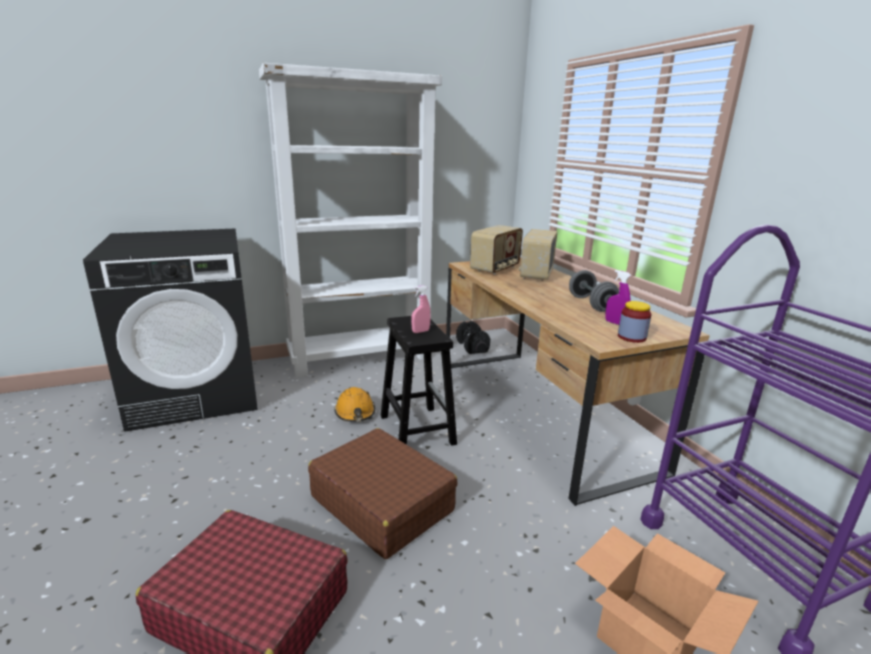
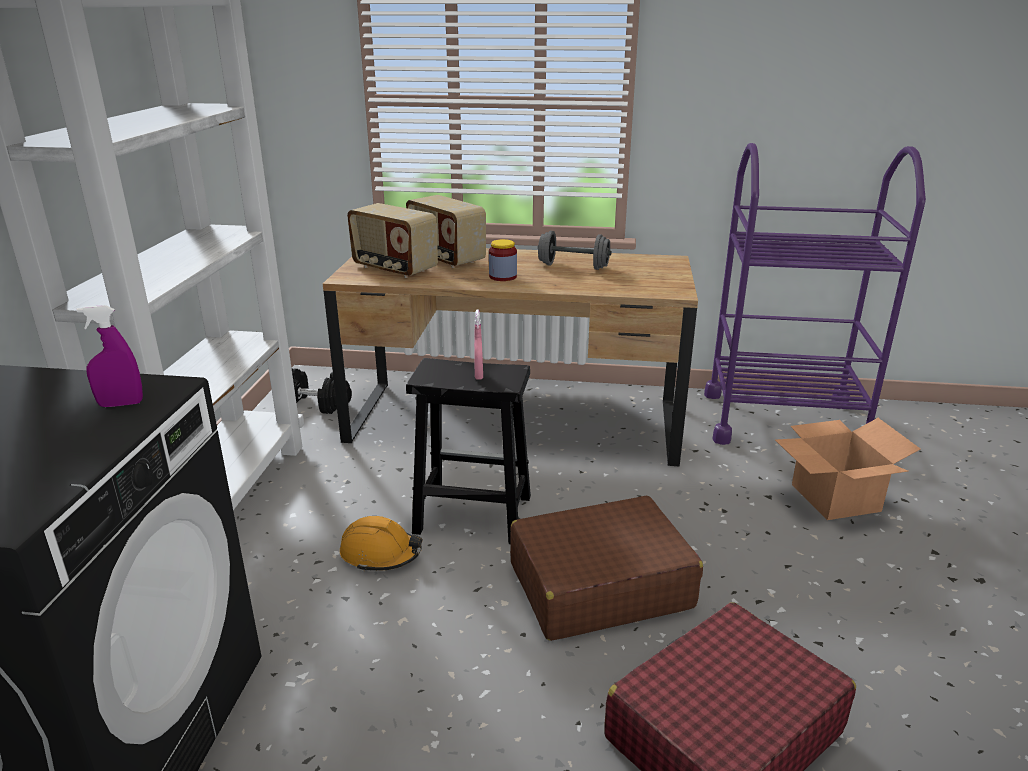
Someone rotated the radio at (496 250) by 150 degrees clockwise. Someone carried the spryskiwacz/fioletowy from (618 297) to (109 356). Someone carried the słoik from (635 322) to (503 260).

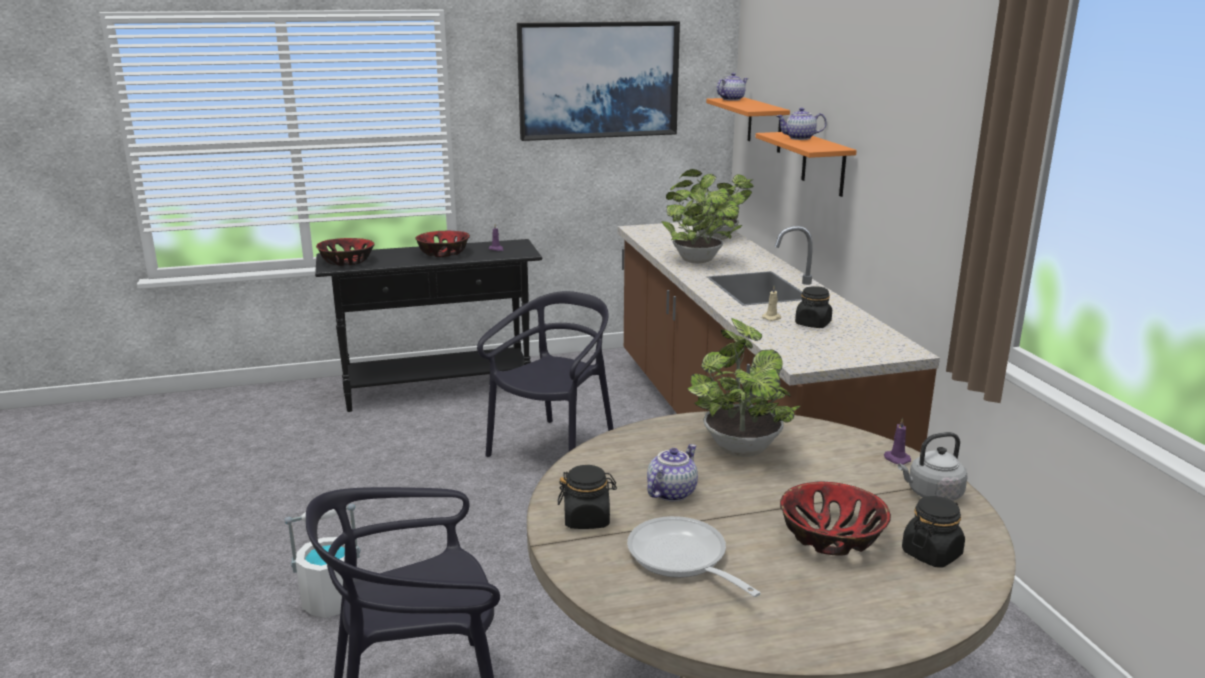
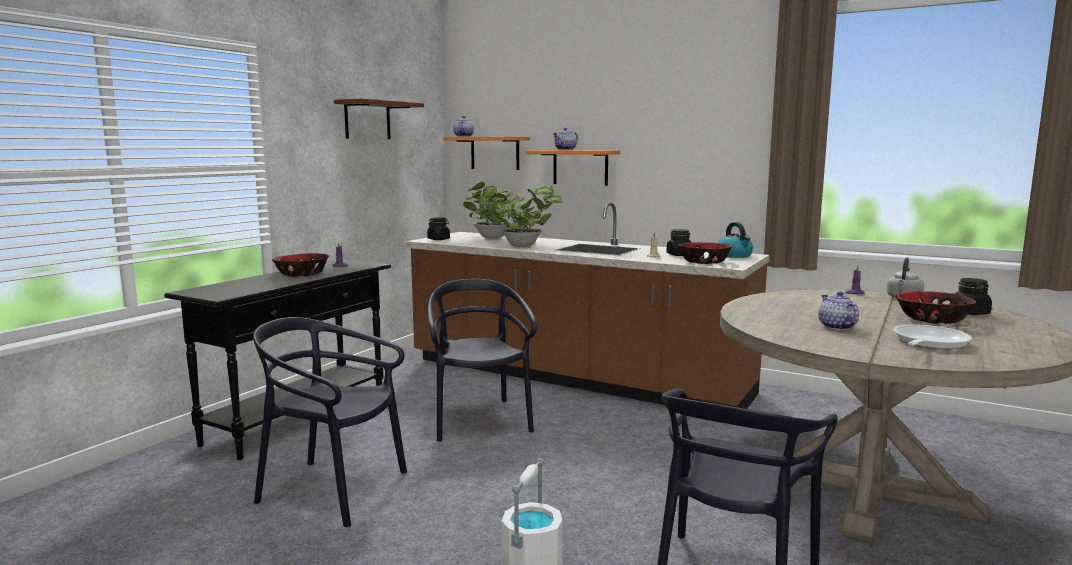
Someone carried the miska from (345 252) to (705 253). Someone swapped the obraz at (598 81) for the półka/brązowy at (379 118). Someone carried the słoik/czarny from (587 497) to (438 228). Someone rotated the patelnia at (694 556) by 120 degrees clockwise. Someone took away the roślina doniczkowa at (744 387). Someone put down the krzesło/czarny at (330 422). Someone put down the czajnik at (735 240).

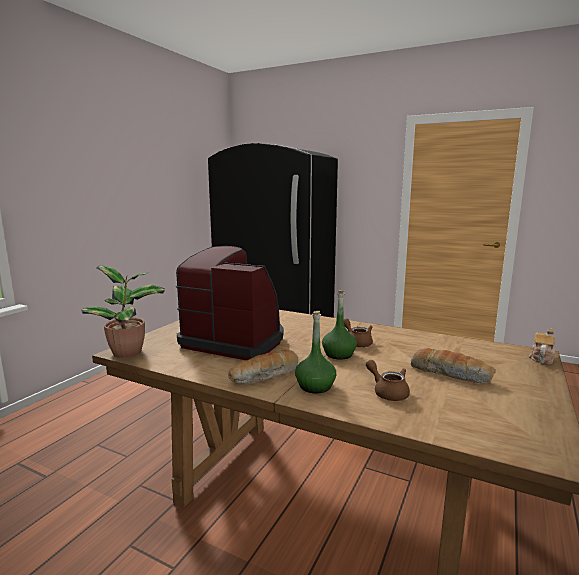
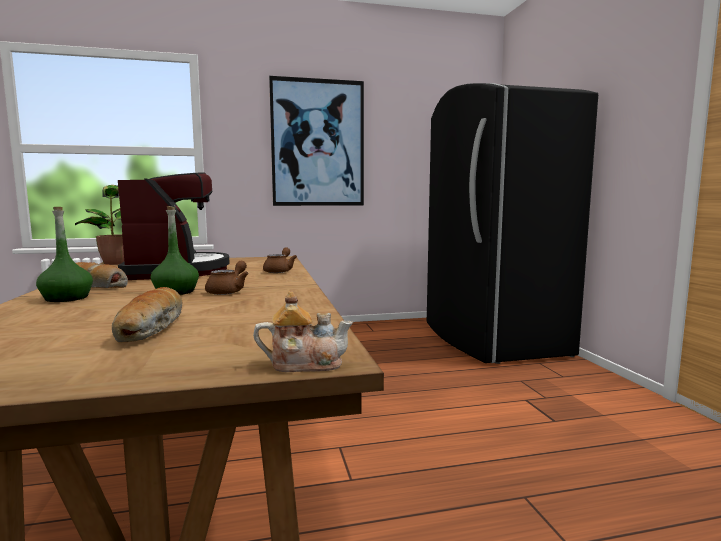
Someone carried the imbryk/brązowy from (388 380) to (280 260). Someone put up the obraz at (316 141).

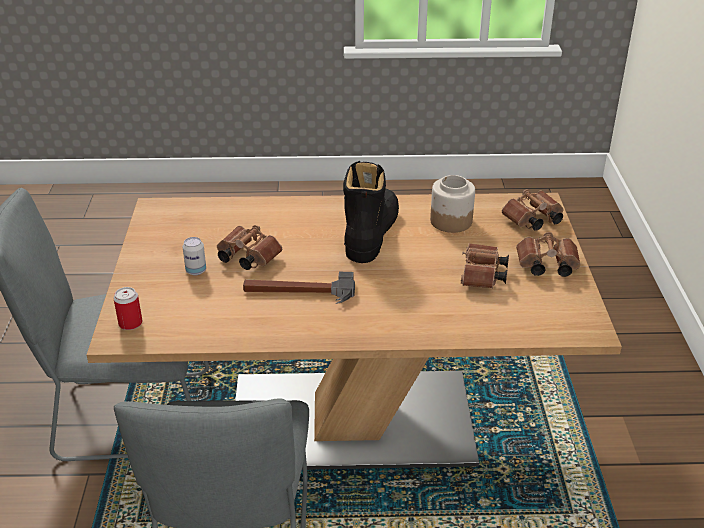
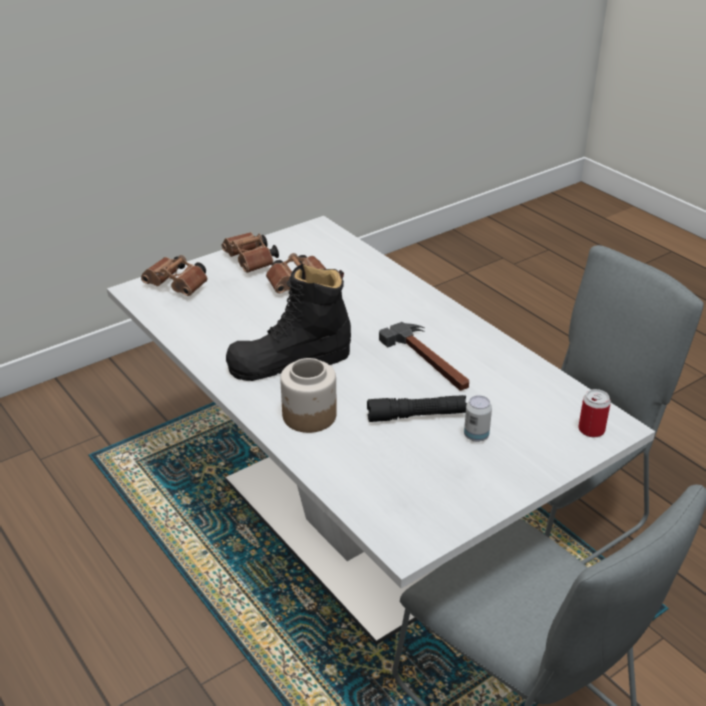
Someone repainted the stół jadalny/brązowy at (354 331), which became the stół jadalny/biały at (381 430). Someone swapped the lornetka/brązowy at (249 247) for the latarka/czarny at (417 408). Someone carried the słoik from (452 204) to (308 395).

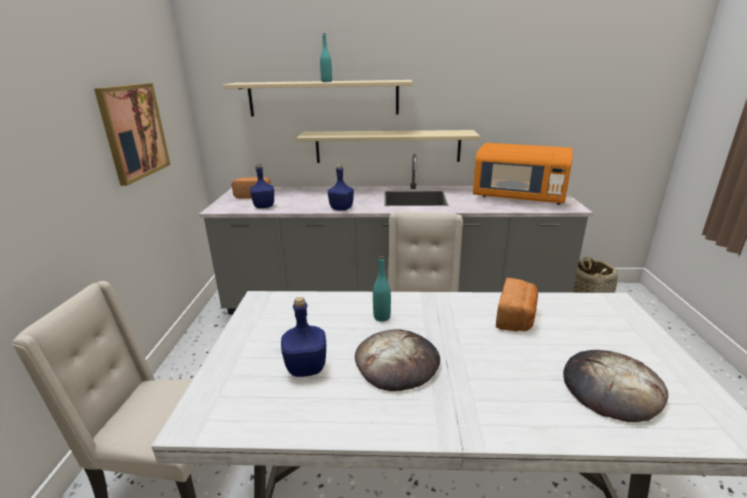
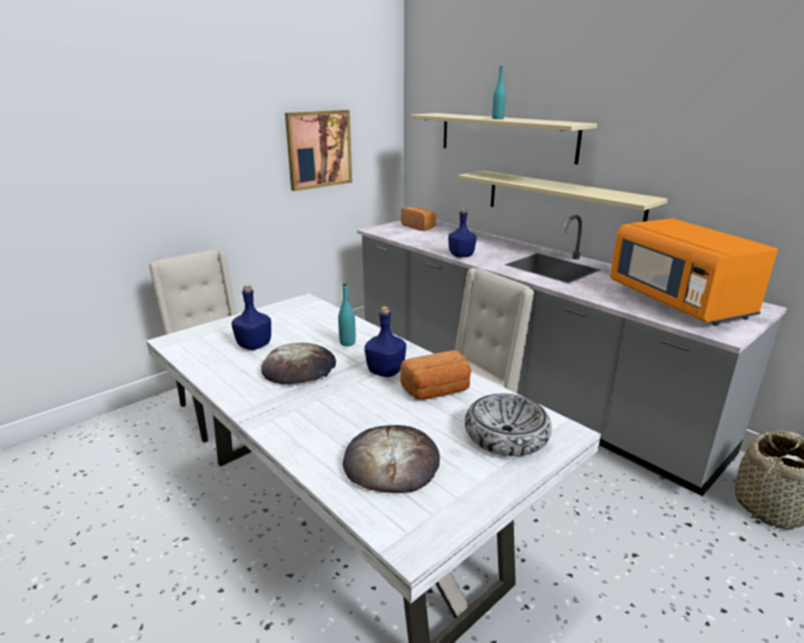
Someone carried the butelka/niebieski from (262 186) to (385 341). Someone put down the miska at (508 425).

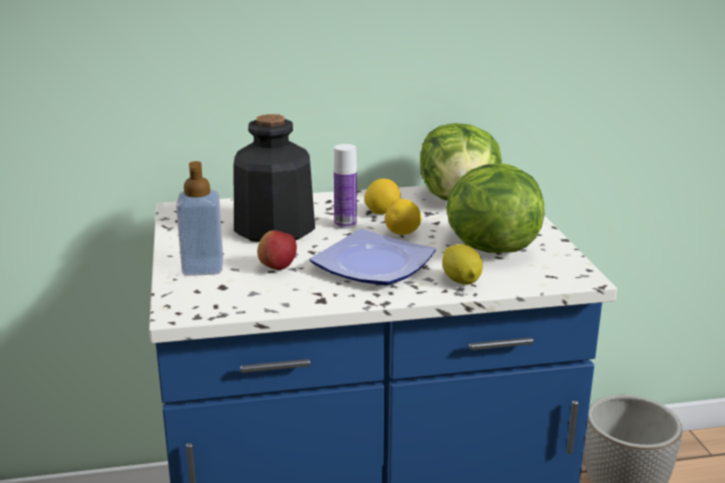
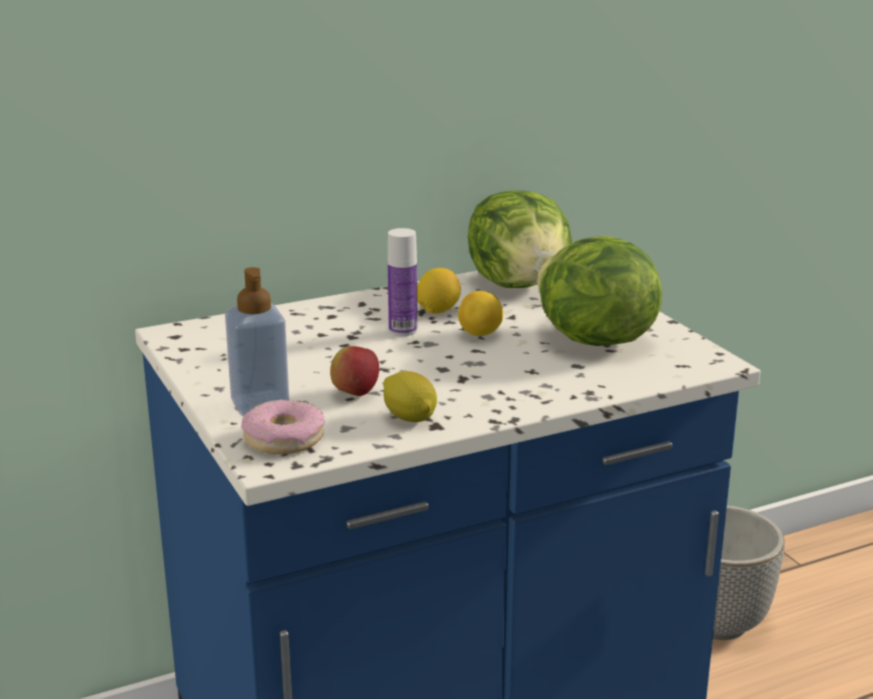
Someone took away the butelka at (274 178). Someone took away the talerz at (373 257). Someone carried the cytryna from (462 264) to (410 396). Someone put down the donut at (283 427).

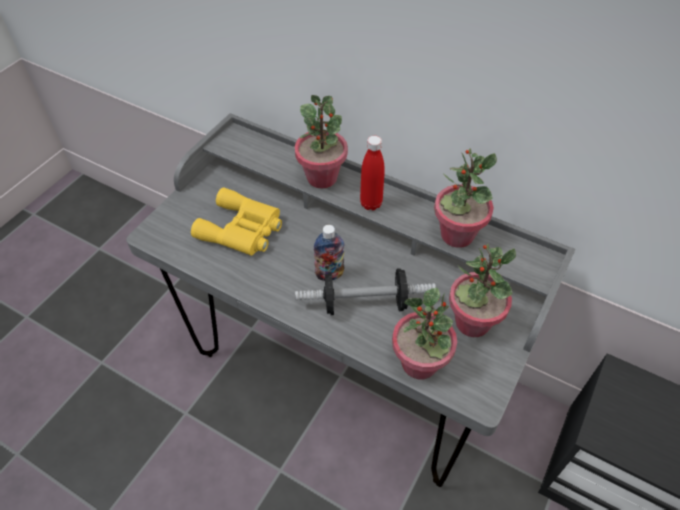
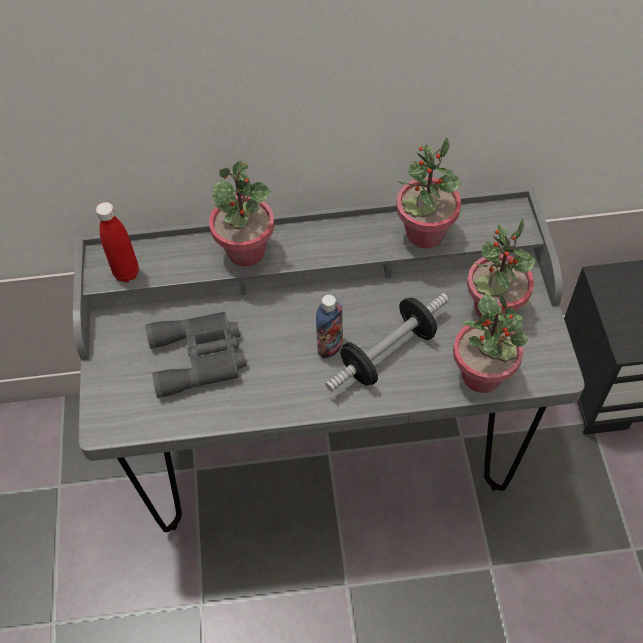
Someone repainted the lornetka/żółty at (236 221), which became the lornetka/szary at (195 355). Someone carried the butelka/czerwony from (372 173) to (117 242).

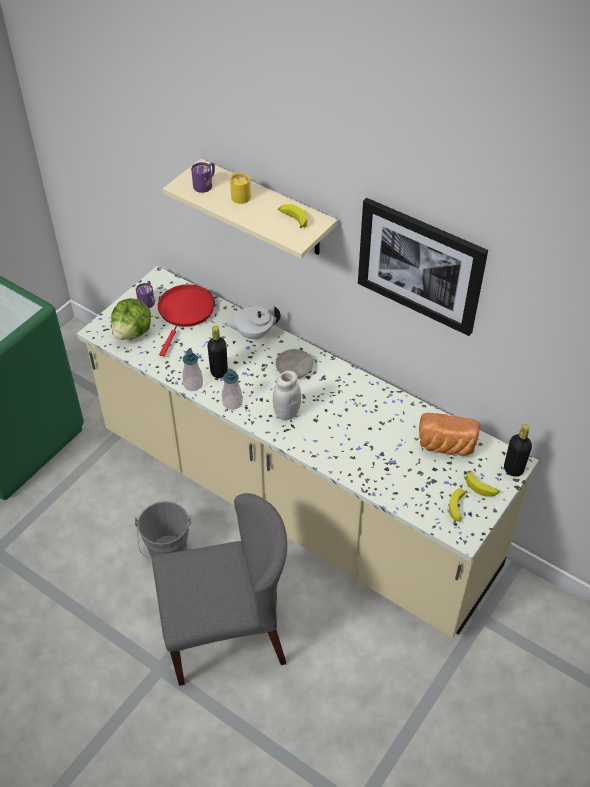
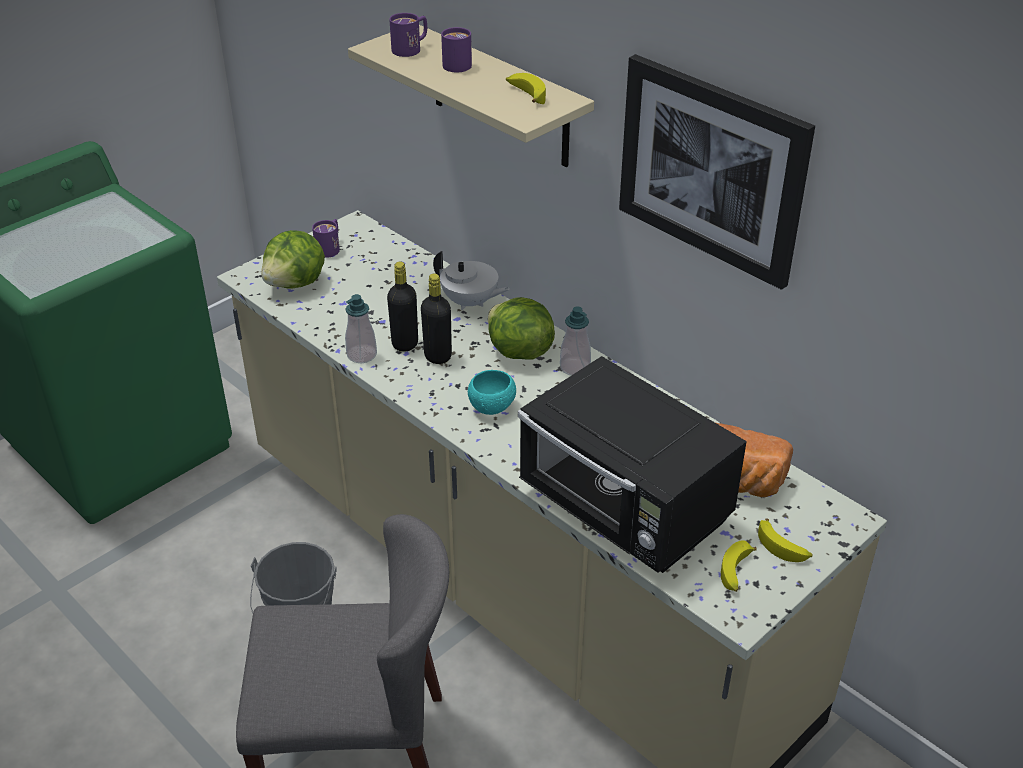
Someone took away the patelnia/czerwony at (186 320). Someone carried the dozownik mydła from (232 389) to (575 340). Someone rotated the imbryk/biały at (252 323) by 150 degrees counterclockwise. Someone repainted the kubek/żółty at (240 188), which became the kubek/fioletowy at (456 49). Someone swapped the słoik/biały at (287 395) for the miska/turkusowy at (492 392). Someone swapped the talerz/beżowy at (294 363) for the sałata at (521 328). Someone carried the butelka/czarny from (518 450) to (436 319). Someone put down the mikrofalówka/czarny at (632 464).

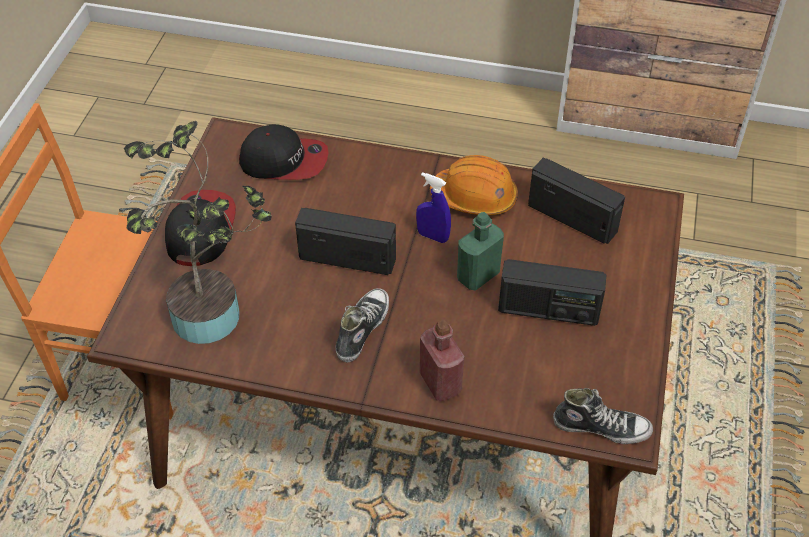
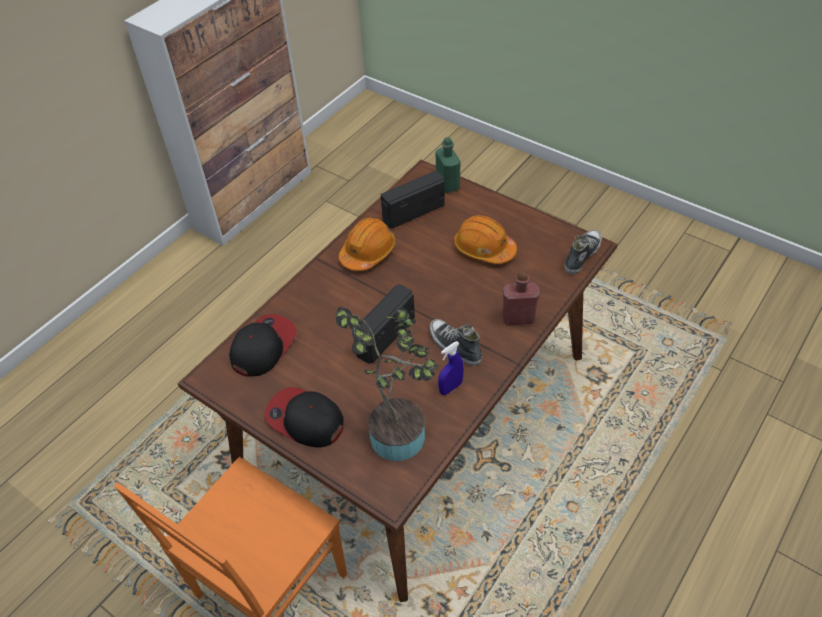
Someone carried the spryskiwacz/niebieski from (433 207) to (451 368). Someone carried the butelka/zielony from (480 251) to (448 165). Someone swapped the radio at (552 292) for the kask/pomarańczowy at (485 239).

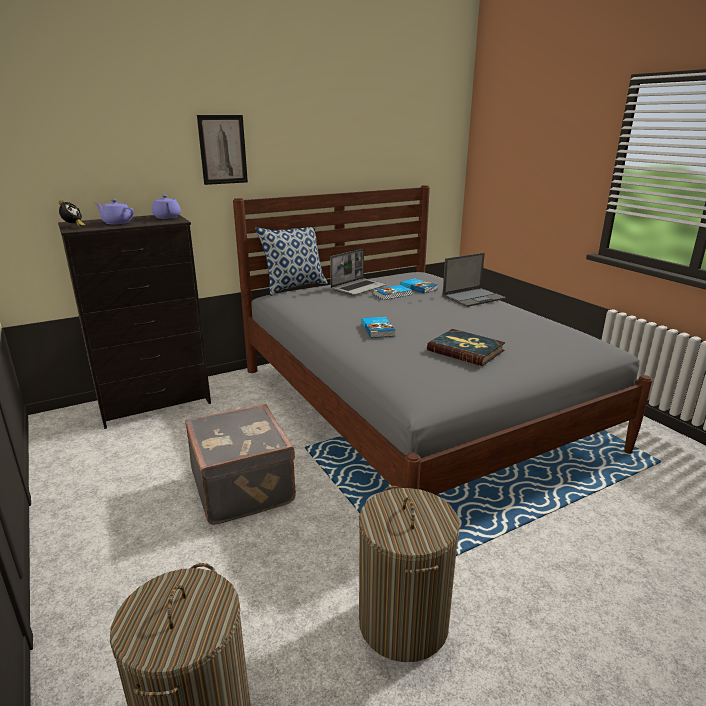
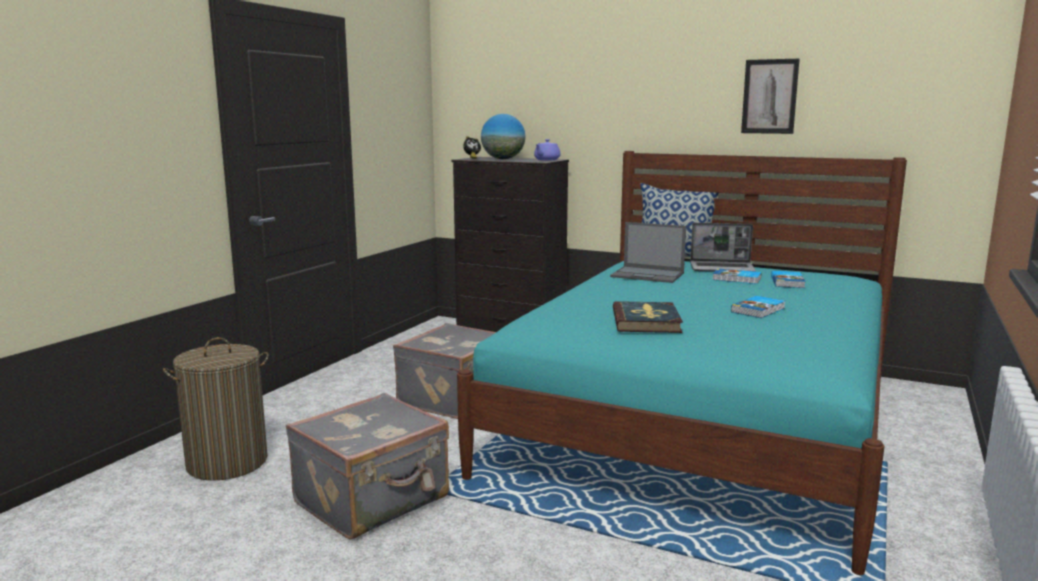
Someone swapped the imbryk/fioletowy at (114 211) for the globus at (503 136). Someone carried the obraz from (222 150) to (770 96). Someone repainted the łóżko/szary at (442 340), which became the łóżko/turkusowy at (682 363). Someone swapped the kosz na pranie at (409 574) for the walizka/szary at (367 466). Someone carried the książka from (379 327) to (758 307). Someone carried the laptop from (474 280) to (648 252).

